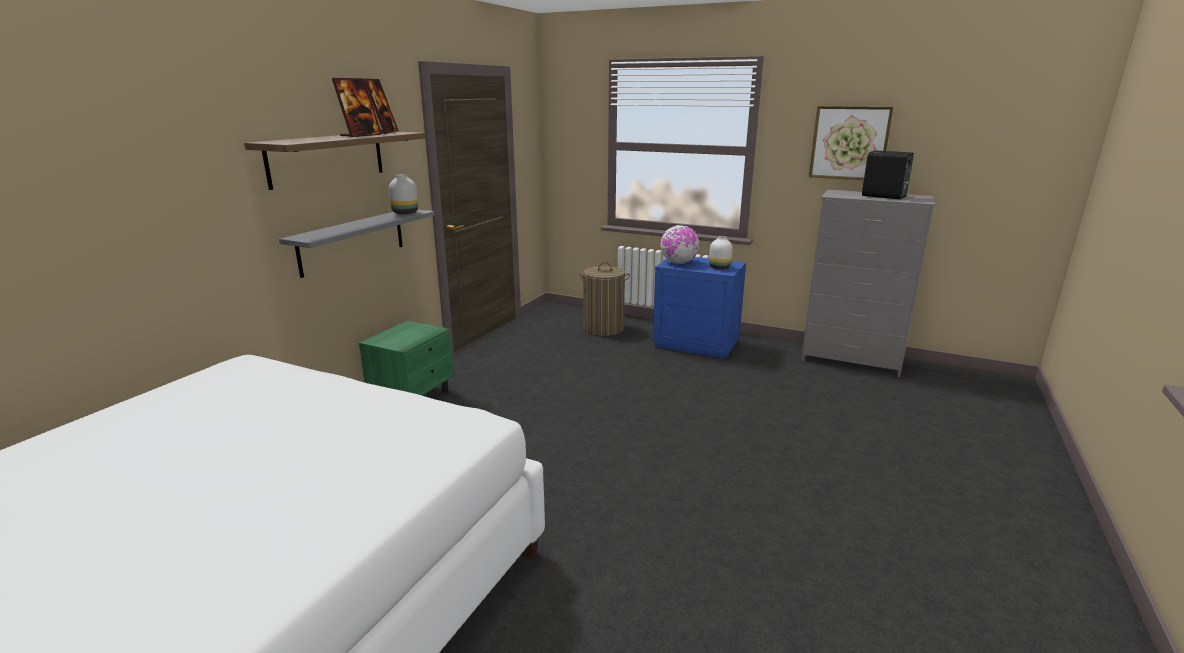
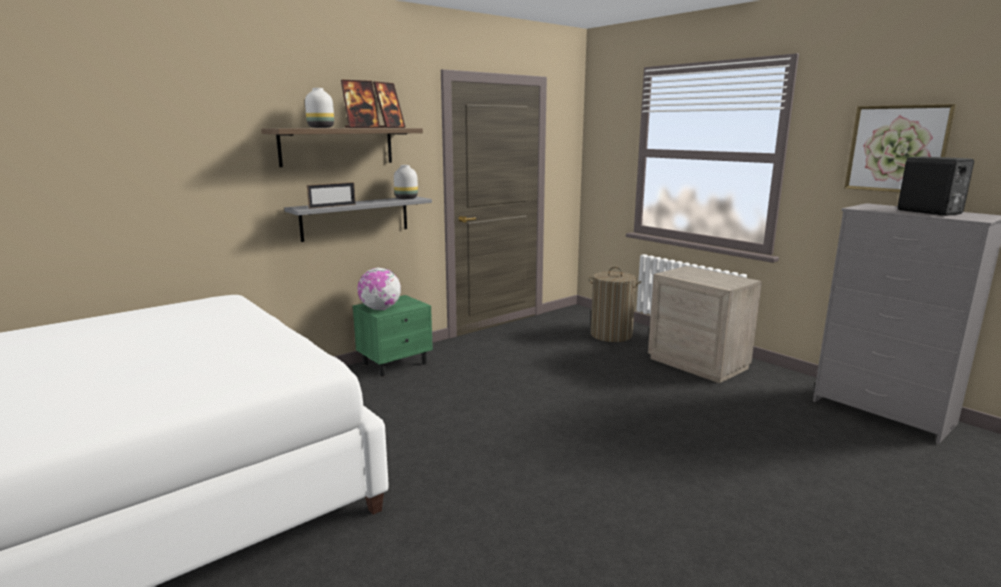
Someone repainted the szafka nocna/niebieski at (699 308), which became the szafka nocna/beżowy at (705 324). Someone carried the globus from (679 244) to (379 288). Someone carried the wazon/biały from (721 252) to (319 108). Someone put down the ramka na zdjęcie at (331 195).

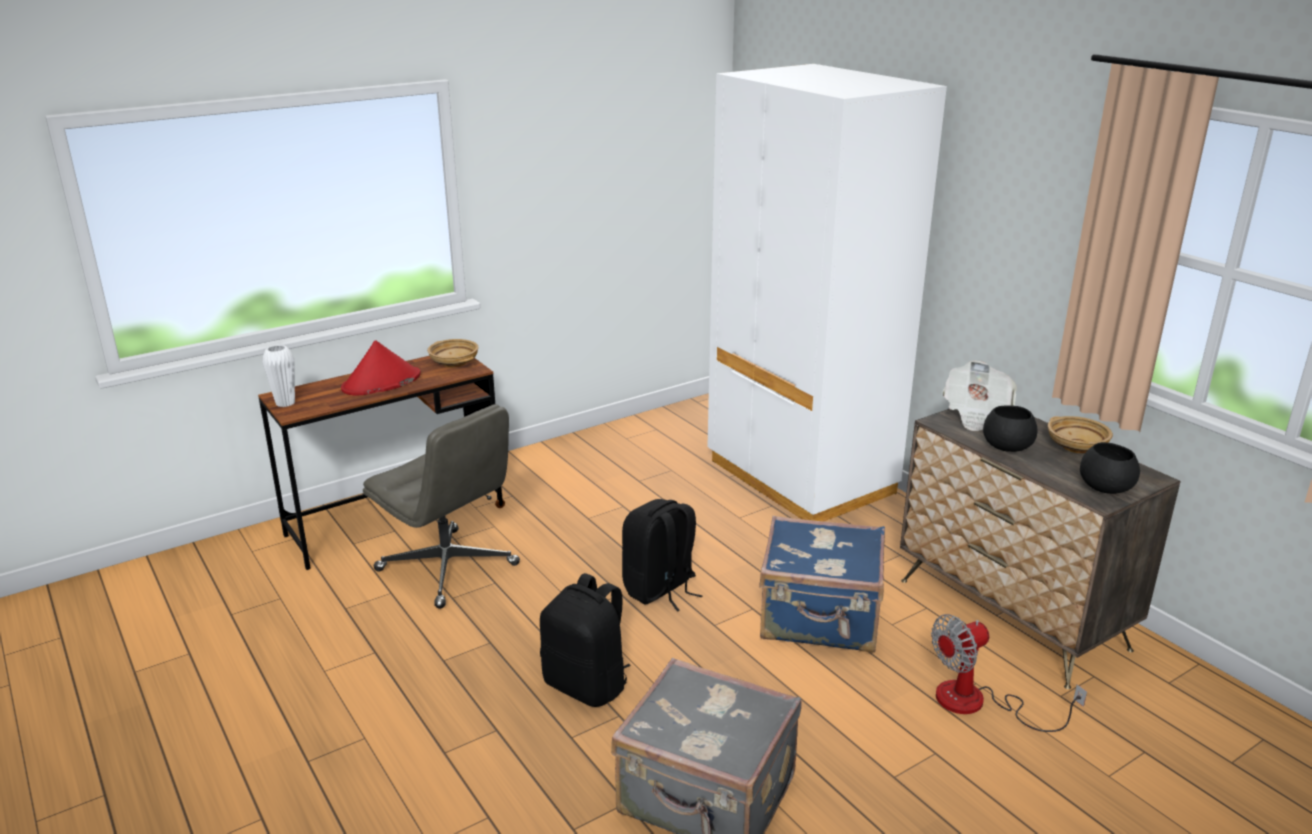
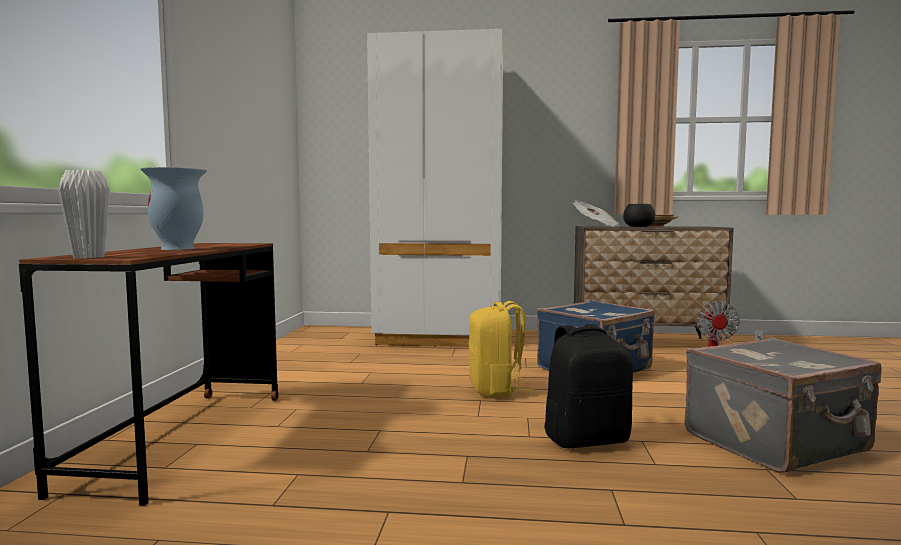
Someone swapped the kapelusz/czerwony at (381 367) for the wazon at (173 208). Someone took away the krzesło biurowe/szary at (441 506). Someone took away the miska/beżowy at (453 353). Someone repainted the plecak/czarny at (662 555), which became the plecak/żółty at (501 349). Someone took away the miska/czarny at (1110 468).

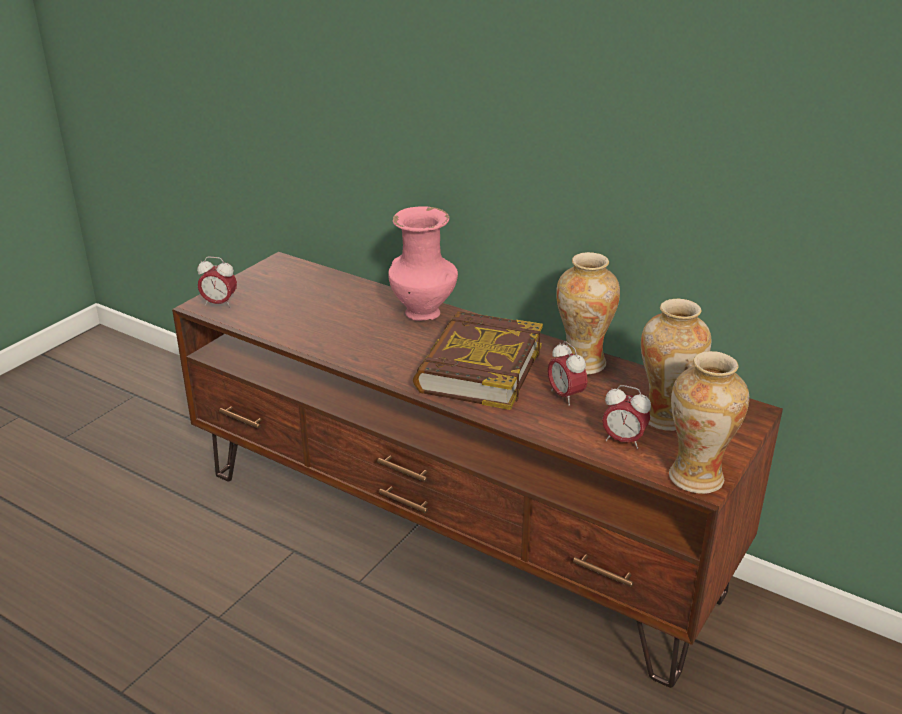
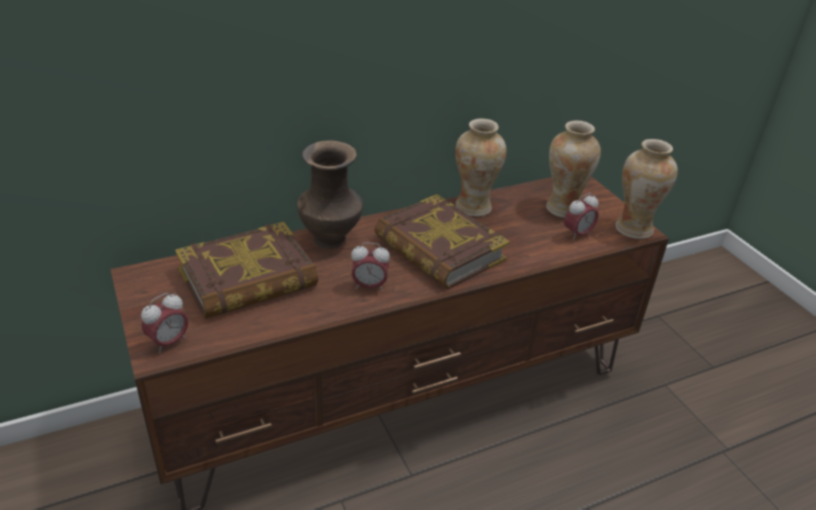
Someone repainted the wazon/różowy at (423 263), which became the wazon/brązowy at (330 194). Someone carried the budzik from (567 373) to (370 267). Someone put down the książka at (246 270).

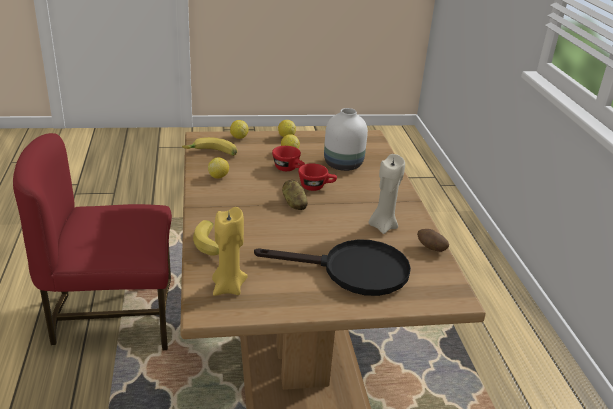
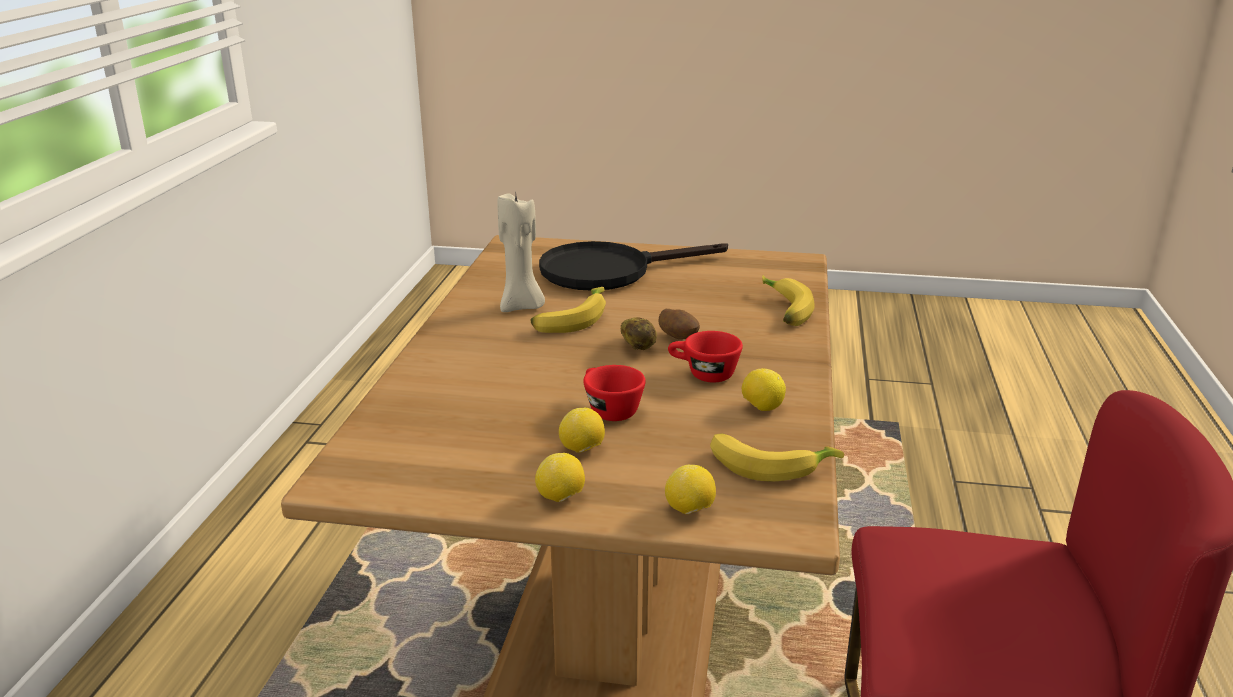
Someone took away the świeca/żółty at (230 251). Someone rotated the patelnia/czarny at (332 267) by 45 degrees counterclockwise. Someone carried the filiżanka/czerwony from (317 177) to (705 357). Someone took away the wazon/biały at (346 139). Someone carried the ziemniak from (433 240) to (679 324). Someone put down the banan at (568 310).

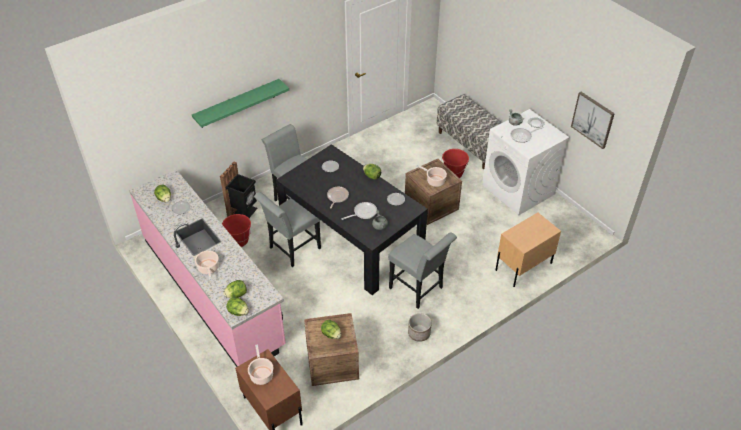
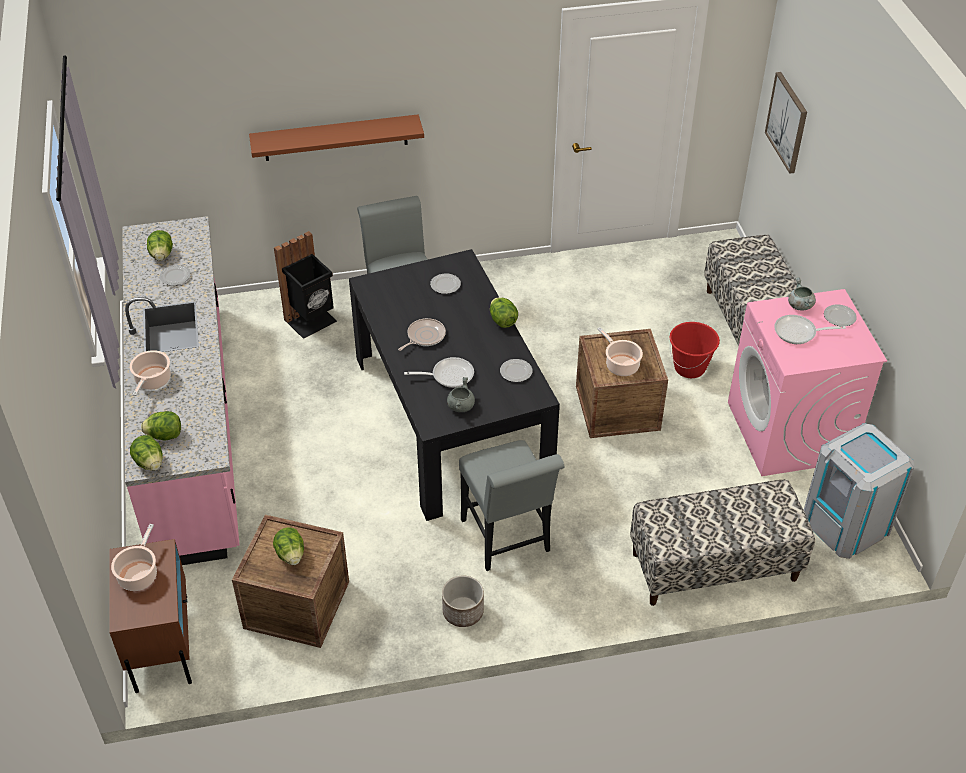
Someone repainted the półka/zielony at (240 103), which became the półka/brązowy at (336 137). Someone took away the wiadro/czerwony at (236 230). Someone took away the krzesło/szary at (287 229). Someone repainted the pralka/biały at (525 162), which became the pralka/różowy at (807 382). Someone swapped the szafka nocna/beżowy at (528 250) for the ławka at (722 542). Someone carried the obraz from (593 120) to (786 123). Someone put down the kosz na śmieci/szary at (859 491).

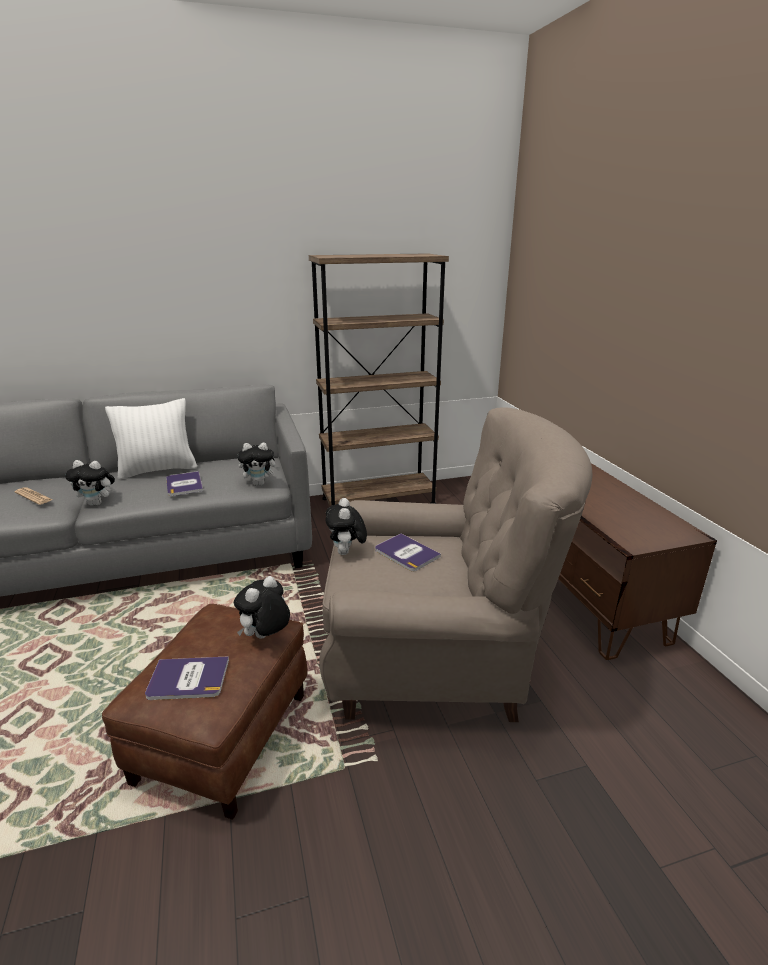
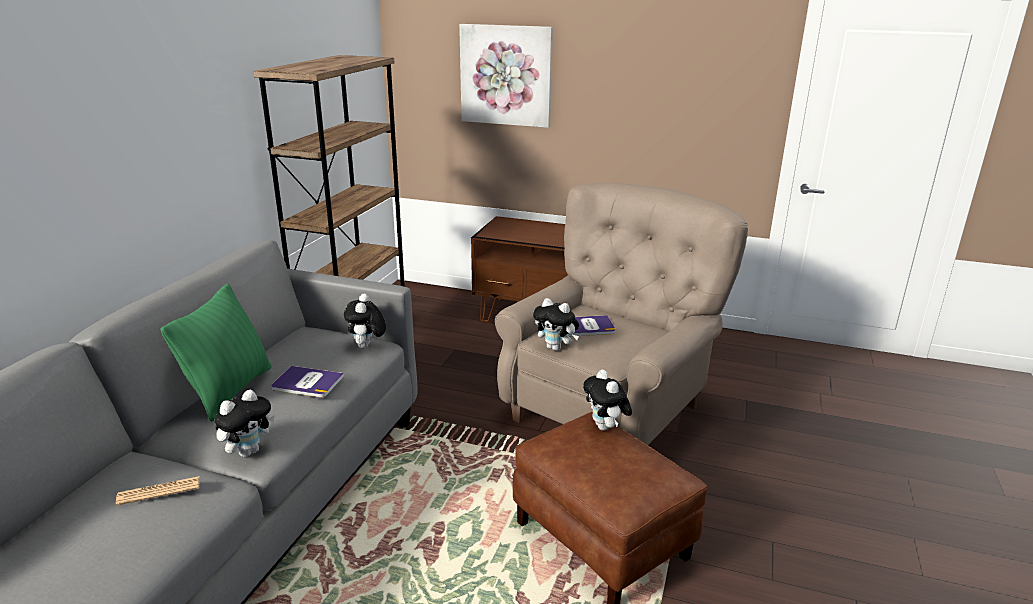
Someone repainted the poduszka/biały at (151 439), which became the poduszka/zielony at (215 352). Someone took away the książka at (187 678). Someone rotated the pluszak at (258 464) by 150 degrees clockwise. Someone put up the obraz at (506 76).

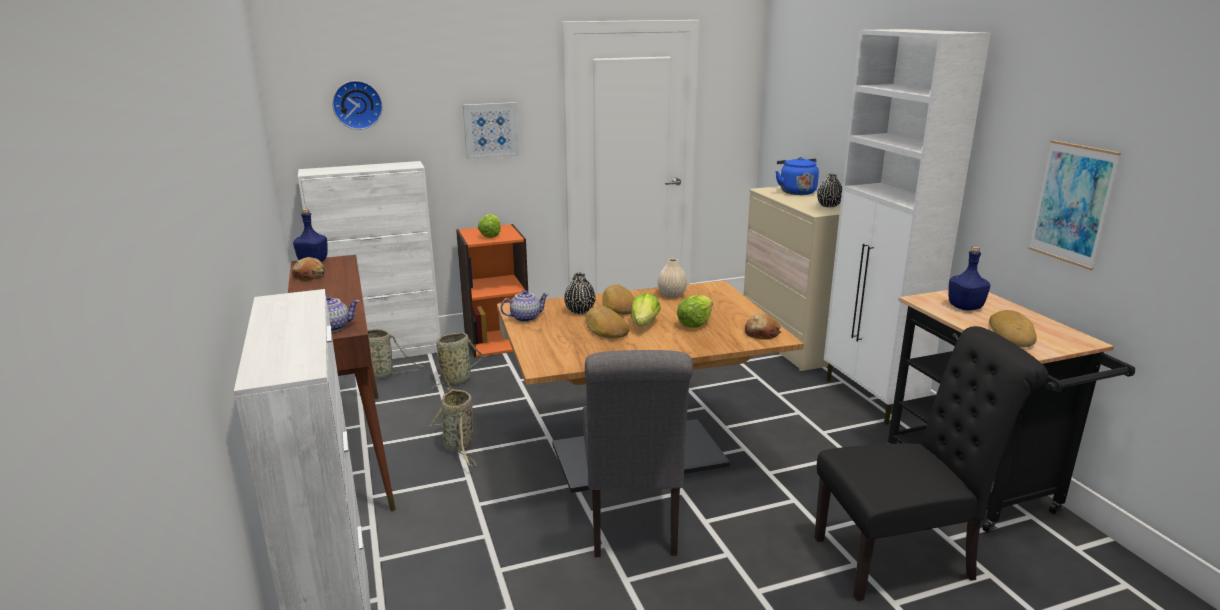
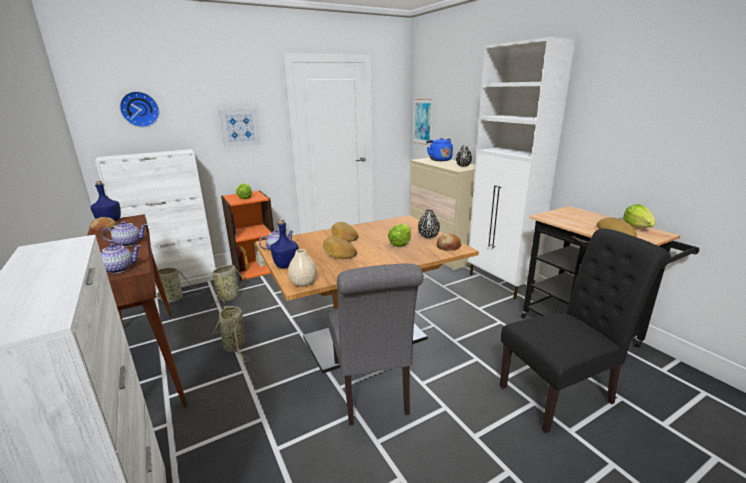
Someone carried the wazon/czarny from (579 293) to (429 223). Someone carried the sałata from (646 309) to (639 216). Someone carried the wazon/beżowy from (672 278) to (302 268). Someone carried the butelka/niebieski from (969 278) to (284 243). Someone carried the obraz from (1074 205) to (422 122). Someone put down the imbryk at (124 234).

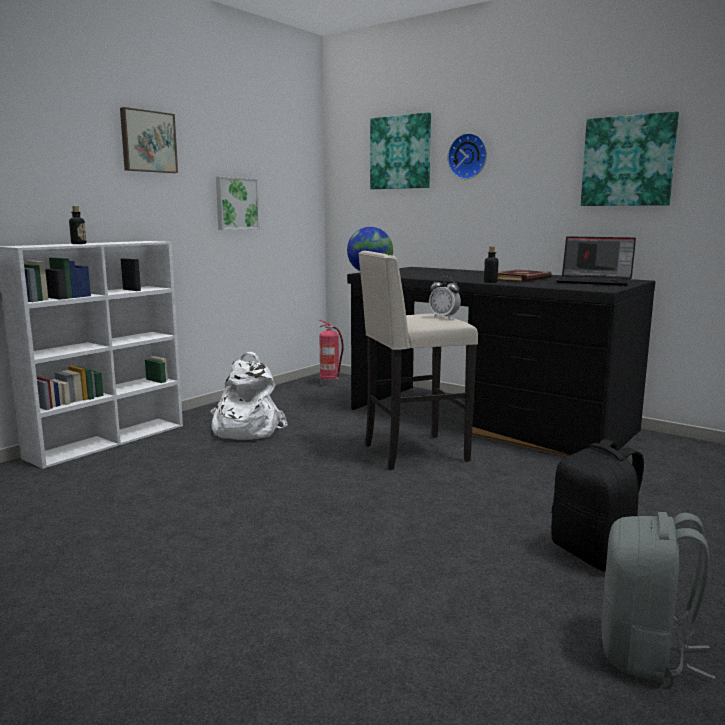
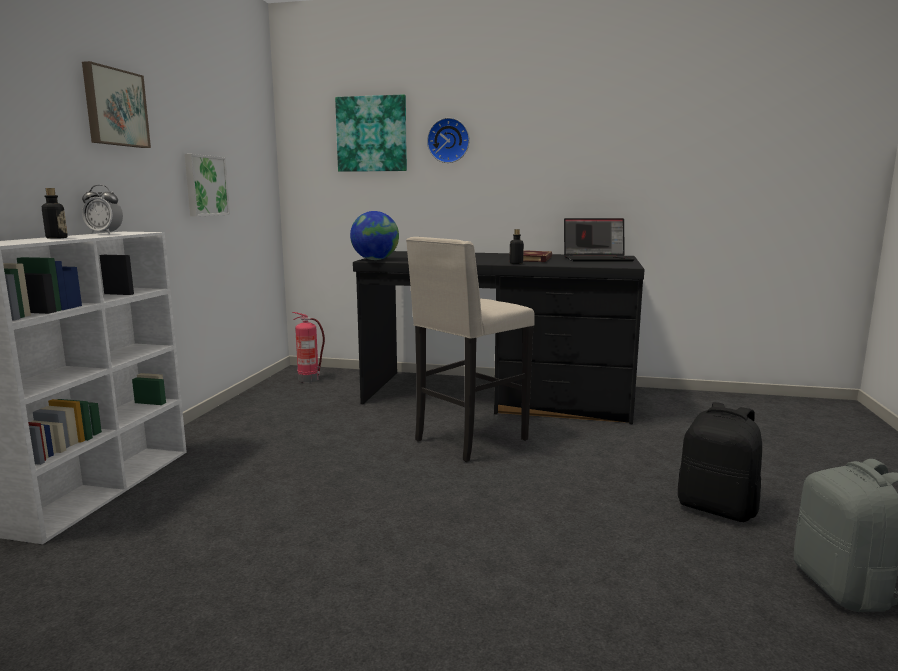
Someone took away the plecak/biały at (249 396). Someone carried the budzik from (445 297) to (102 209). Someone took away the obraz at (630 158).

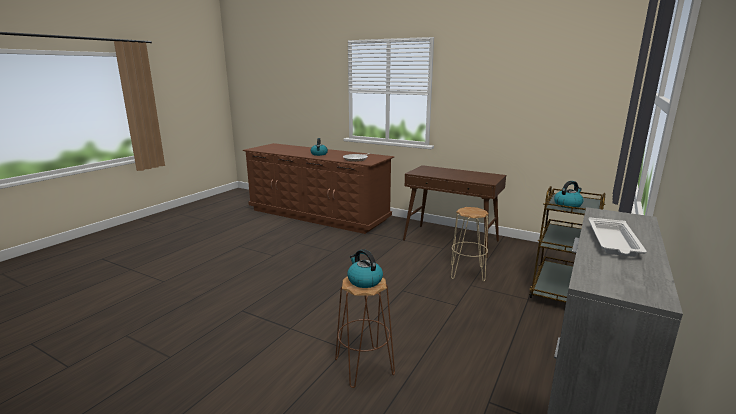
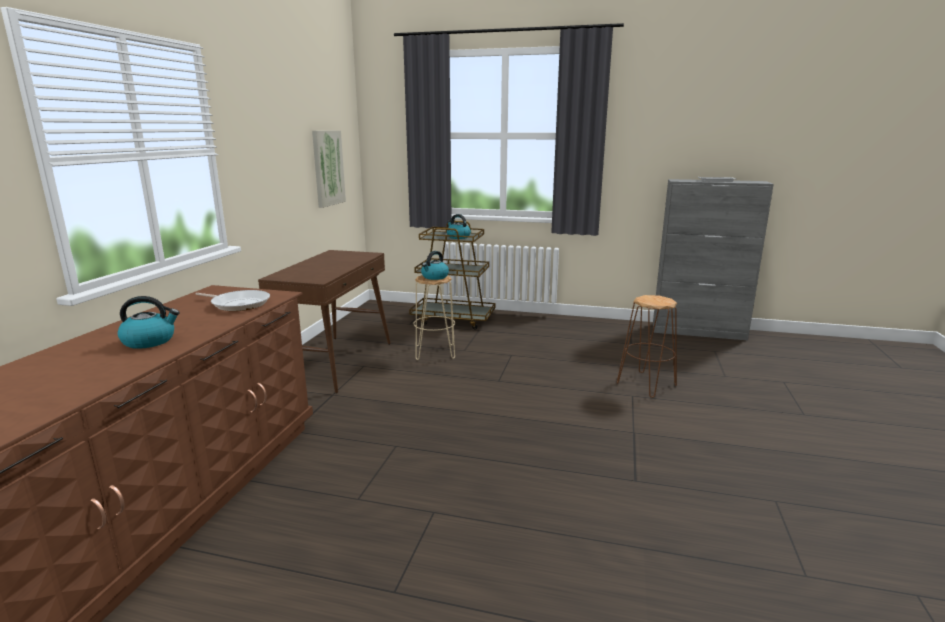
Someone carried the czajnik from (365 268) to (435 265). Someone put up the obraz at (329 169).

